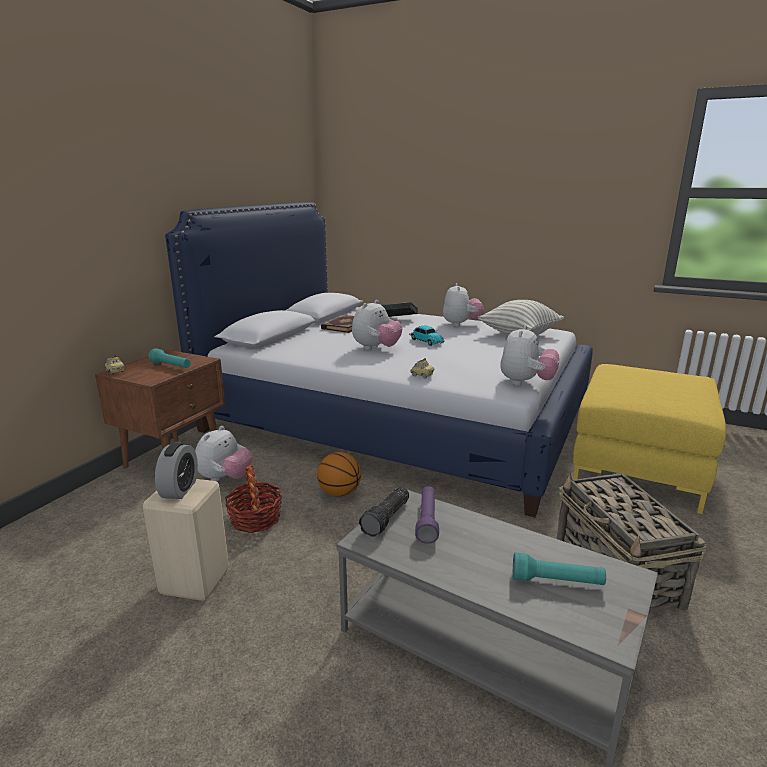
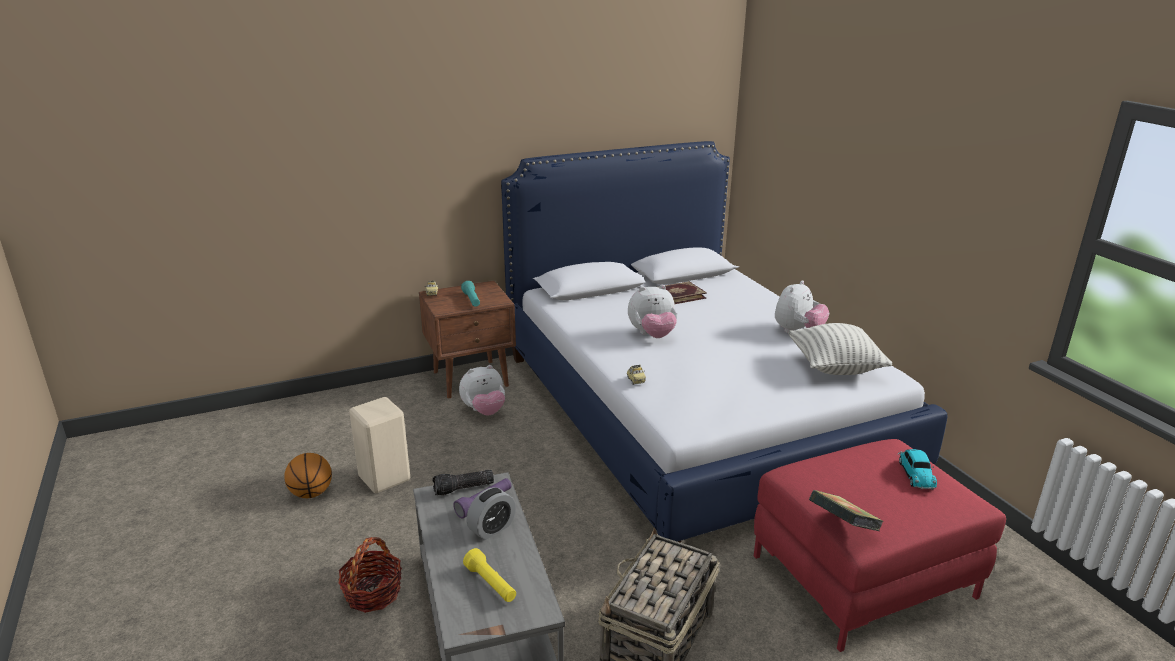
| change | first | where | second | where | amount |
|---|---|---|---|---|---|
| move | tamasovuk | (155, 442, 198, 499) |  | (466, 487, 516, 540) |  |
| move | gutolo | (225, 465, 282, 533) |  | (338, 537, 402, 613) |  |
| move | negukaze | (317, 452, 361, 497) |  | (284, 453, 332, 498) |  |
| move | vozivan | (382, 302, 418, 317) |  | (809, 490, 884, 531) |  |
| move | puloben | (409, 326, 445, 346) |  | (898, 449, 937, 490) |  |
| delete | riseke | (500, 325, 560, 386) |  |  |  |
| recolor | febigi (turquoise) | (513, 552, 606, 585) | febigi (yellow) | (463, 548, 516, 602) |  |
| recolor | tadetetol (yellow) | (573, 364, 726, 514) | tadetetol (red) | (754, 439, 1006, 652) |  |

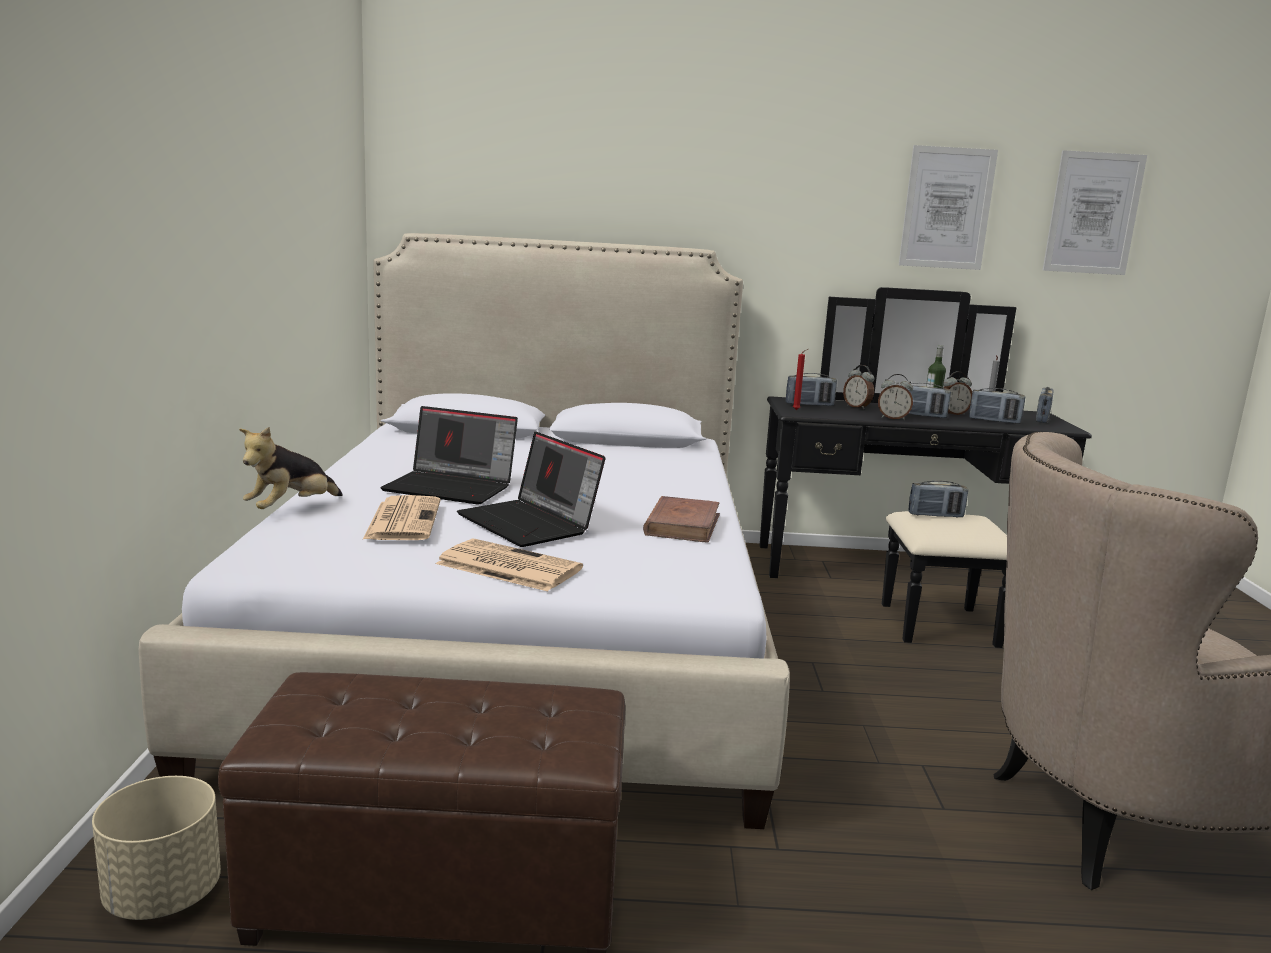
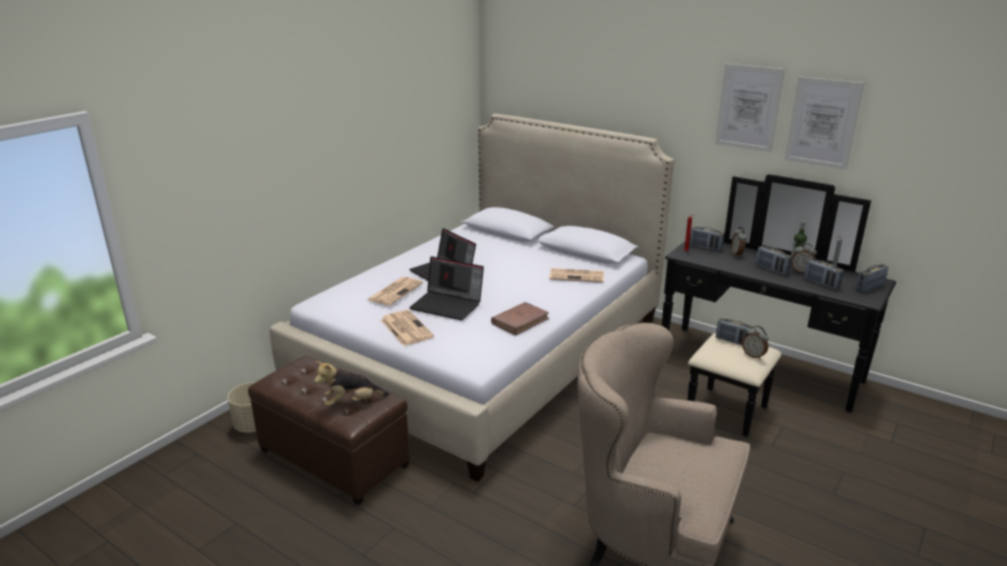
| change | first | where | second | where | amount |
|---|---|---|---|---|---|
| move | riseke | (239, 427, 343, 509) |  | (314, 361, 390, 406) |  |
| rotate | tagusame | (457, 431, 605, 547) |  | (409, 256, 484, 320) | 60 degrees counterclockwise |
| move | tamasovuk | (878, 374, 913, 420) |  | (742, 326, 769, 359) |  |
| move | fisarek | (1043, 150, 1147, 275) |  | (715, 64, 785, 152) |  |
| insert |  |  | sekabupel | (549, 268, 604, 283) |  |

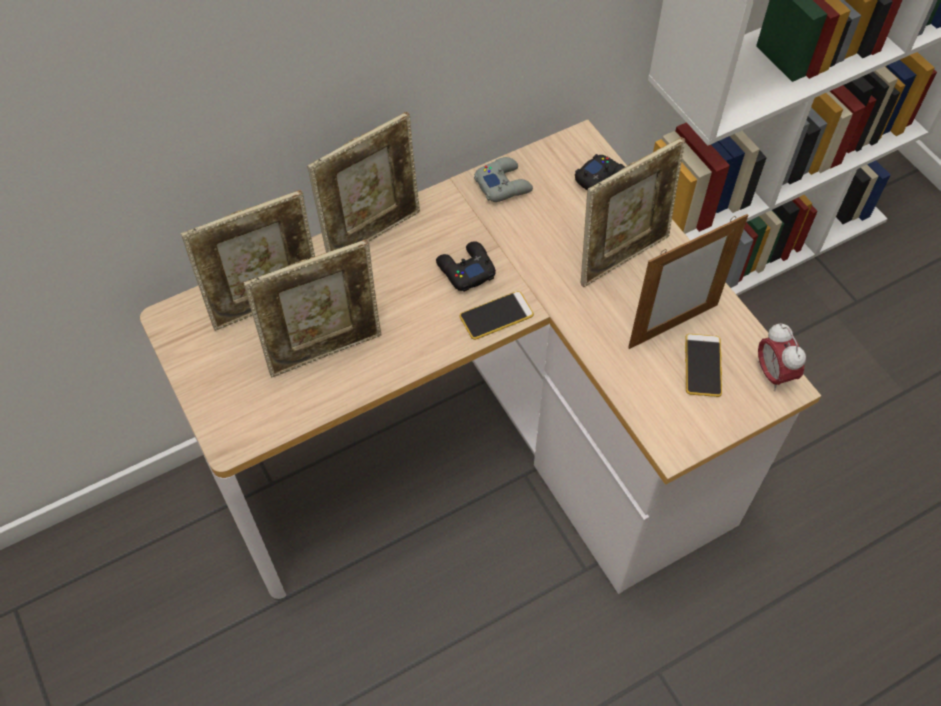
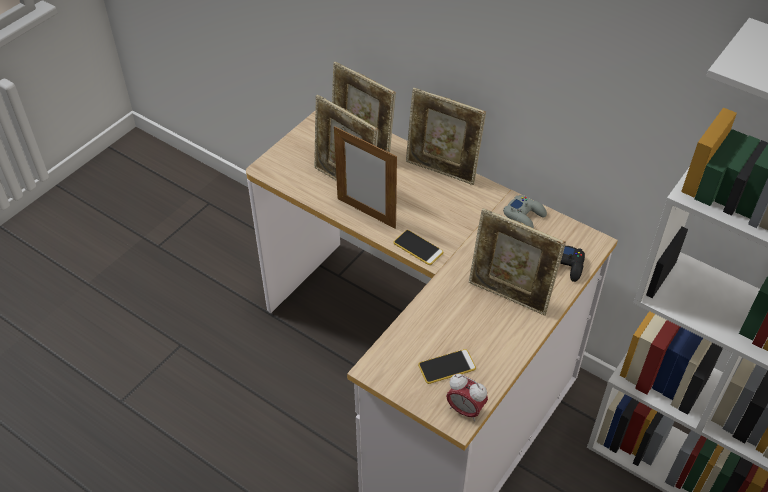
| change | first | where | second | where | amount |
|---|---|---|---|---|---|
| delete | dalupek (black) | (436, 241, 496, 292) |  |  |  |
| move | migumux | (628, 214, 748, 349) |  | (334, 126, 397, 229) |  |
| rotate | tamasovuk | (758, 323, 806, 391) |  | (446, 374, 488, 421) | 105 degrees counterclockwise |

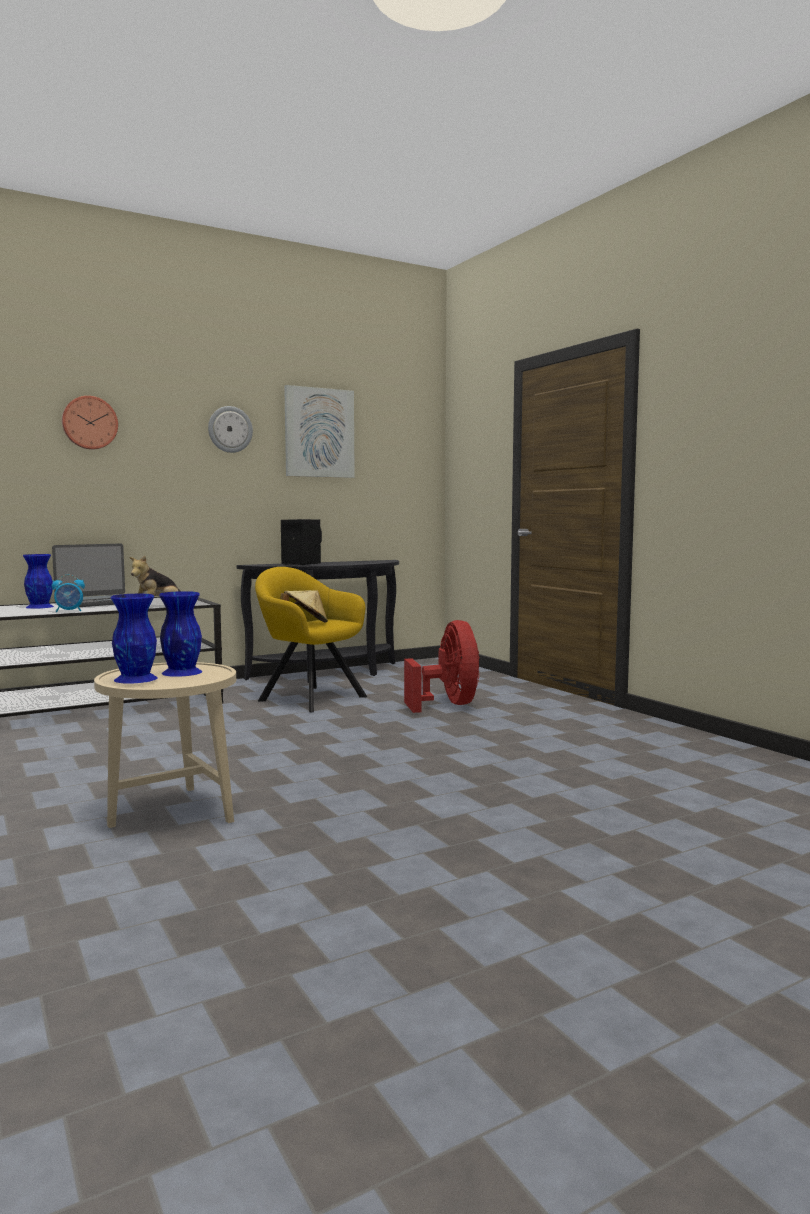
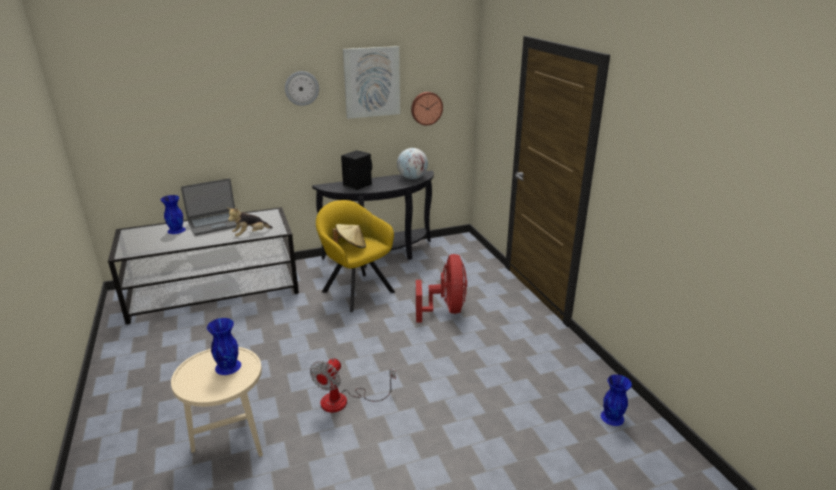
| change | first | where | second | where | amount |
|---|---|---|---|---|---|
| delete | tamasovuk | (52, 575, 85, 612) |  |  |  |
| move | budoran | (62, 396, 118, 450) |  | (411, 92, 443, 125) |  |
| move | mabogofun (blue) | (111, 594, 158, 684) |  | (601, 374, 632, 426) |  |
| insert |  |  | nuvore | (310, 358, 396, 412) |  |
| insert |  |  | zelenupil | (397, 148, 428, 179) |  |

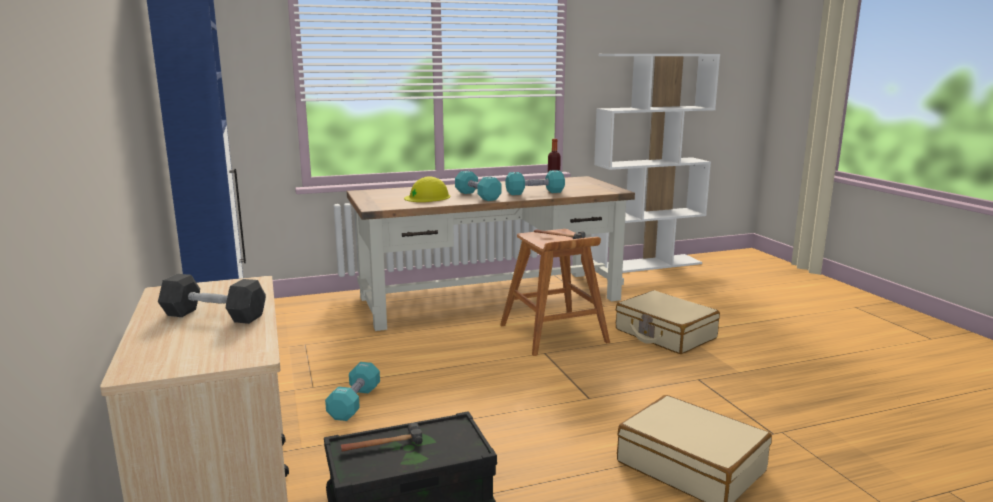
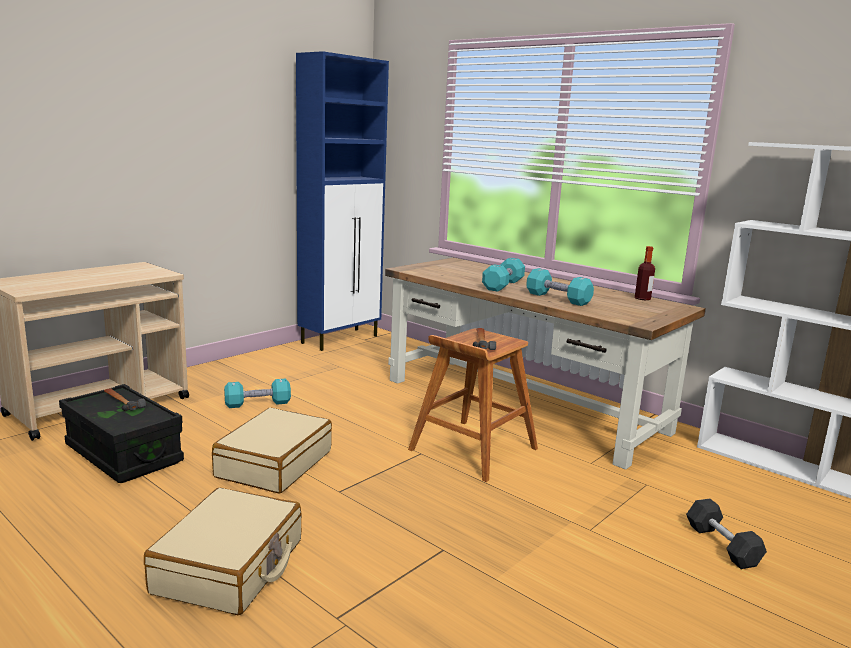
| change | first | where | second | where | amount |
|---|---|---|---|---|---|
| move | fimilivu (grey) | (158, 274, 266, 324) |  | (686, 499, 767, 569) |  |
| delete | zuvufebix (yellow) | (404, 177, 450, 202) |  |  |  |
| move | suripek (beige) | (616, 290, 720, 354) |  | (212, 408, 332, 494) |  |

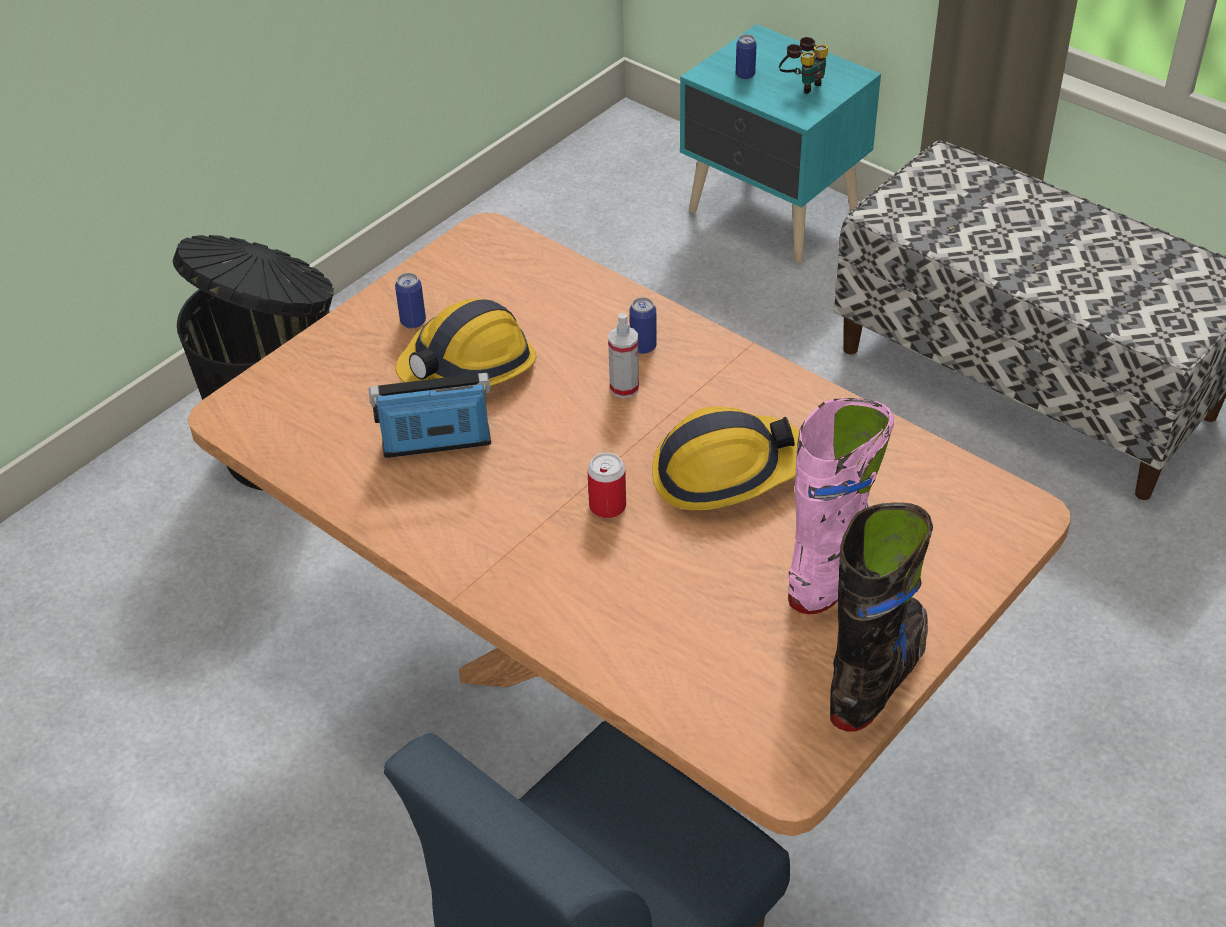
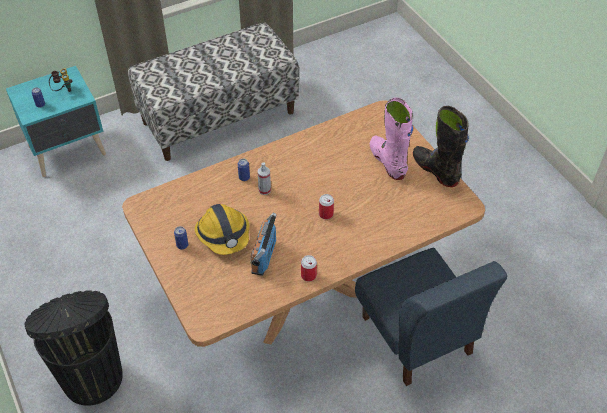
| change | first | where | second | where | amount |
|---|---|---|---|---|---|
| delete | zuvufebix | (652, 407, 799, 510) |  |  |  |
| insert |  |  | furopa | (301, 255, 317, 282) |  |

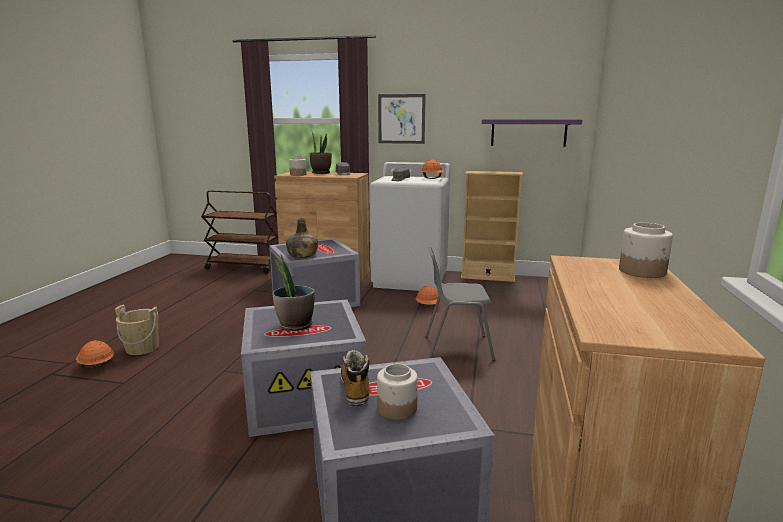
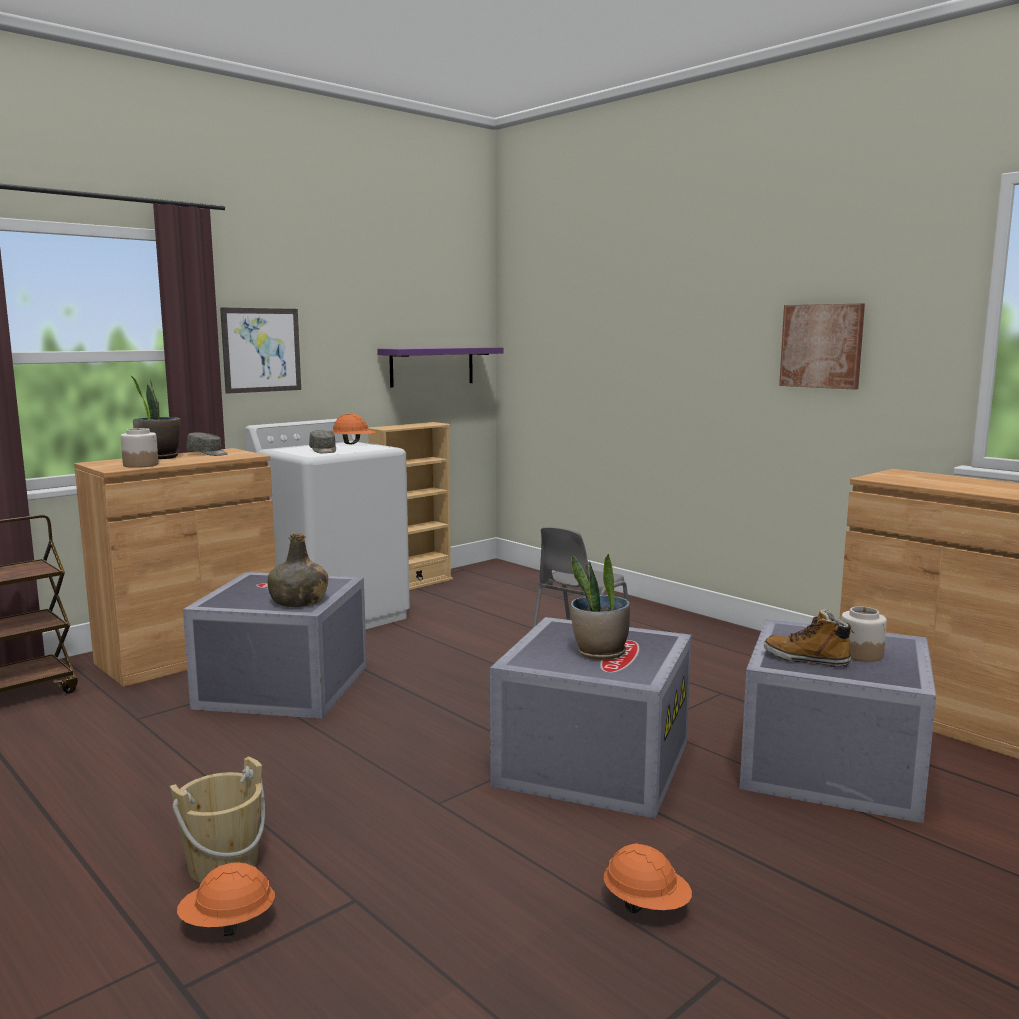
| change | first | where | second | where | amount |
|---|---|---|---|---|---|
| move | zuvufebix (orange) | (416, 286, 441, 306) |  | (604, 843, 692, 913) |  |
| delete | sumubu | (619, 223, 673, 278) |  |  |  |
| insert |  |  | fisarek | (779, 303, 865, 390) |  |

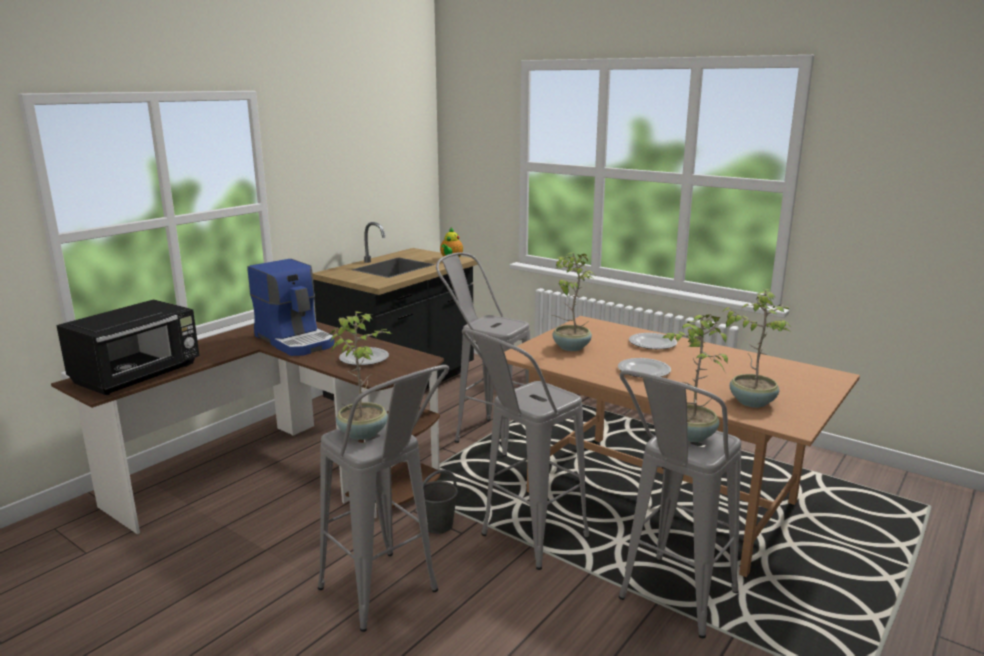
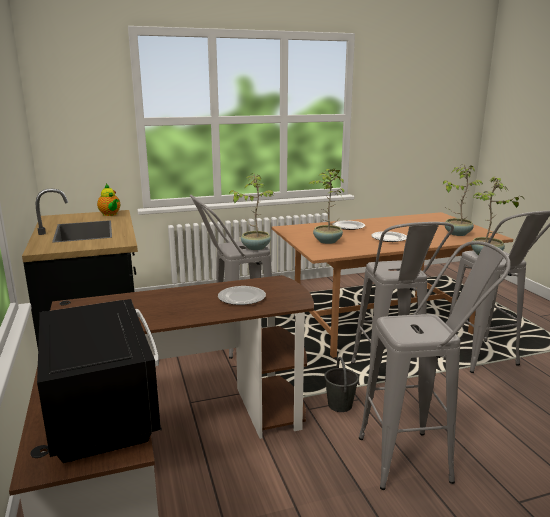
| change | first | where | second | where | amount |
|---|---|---|---|---|---|
| delete | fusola | (247, 259, 334, 356) |  |  |  |
| move | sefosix | (330, 311, 394, 440) |  | (229, 173, 275, 250) |  |

